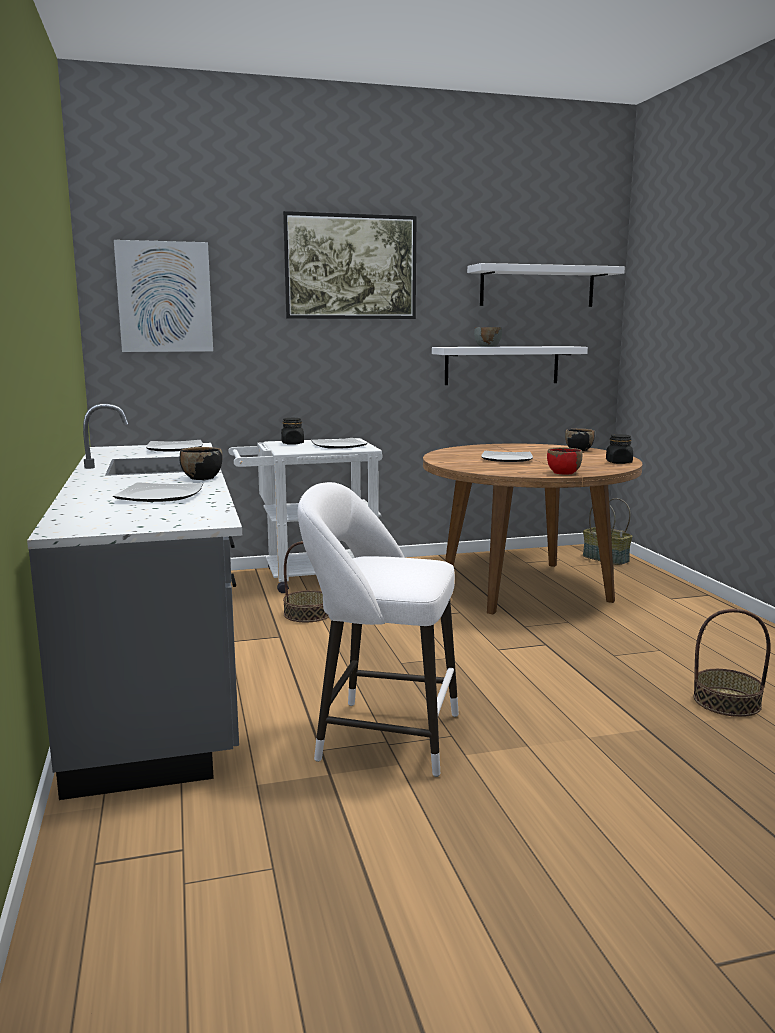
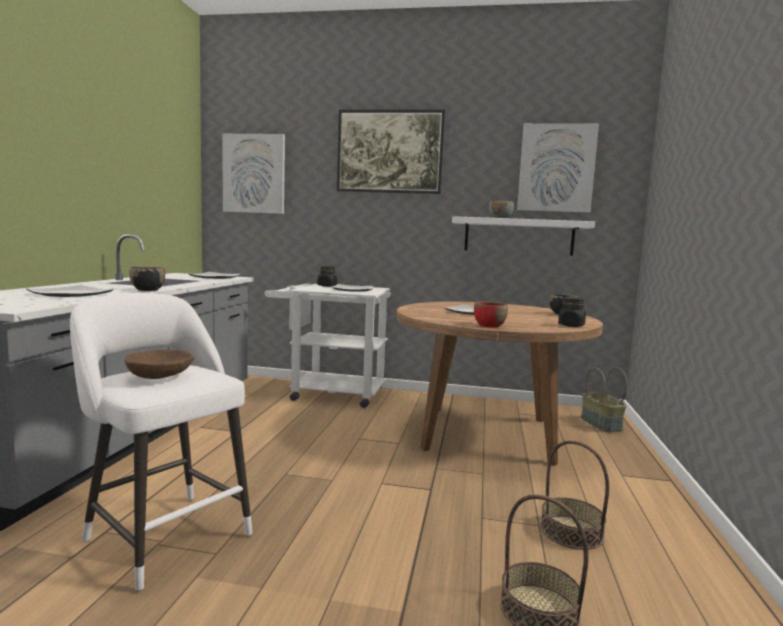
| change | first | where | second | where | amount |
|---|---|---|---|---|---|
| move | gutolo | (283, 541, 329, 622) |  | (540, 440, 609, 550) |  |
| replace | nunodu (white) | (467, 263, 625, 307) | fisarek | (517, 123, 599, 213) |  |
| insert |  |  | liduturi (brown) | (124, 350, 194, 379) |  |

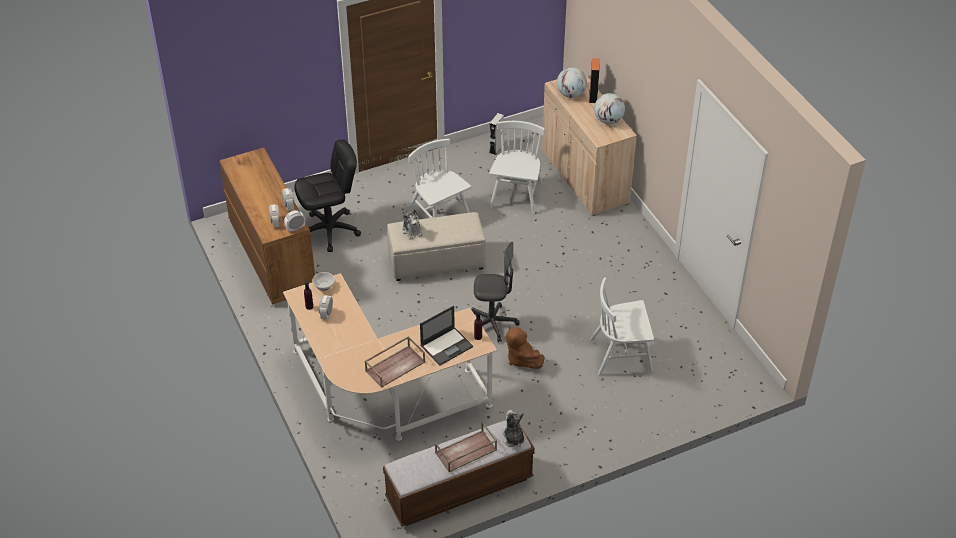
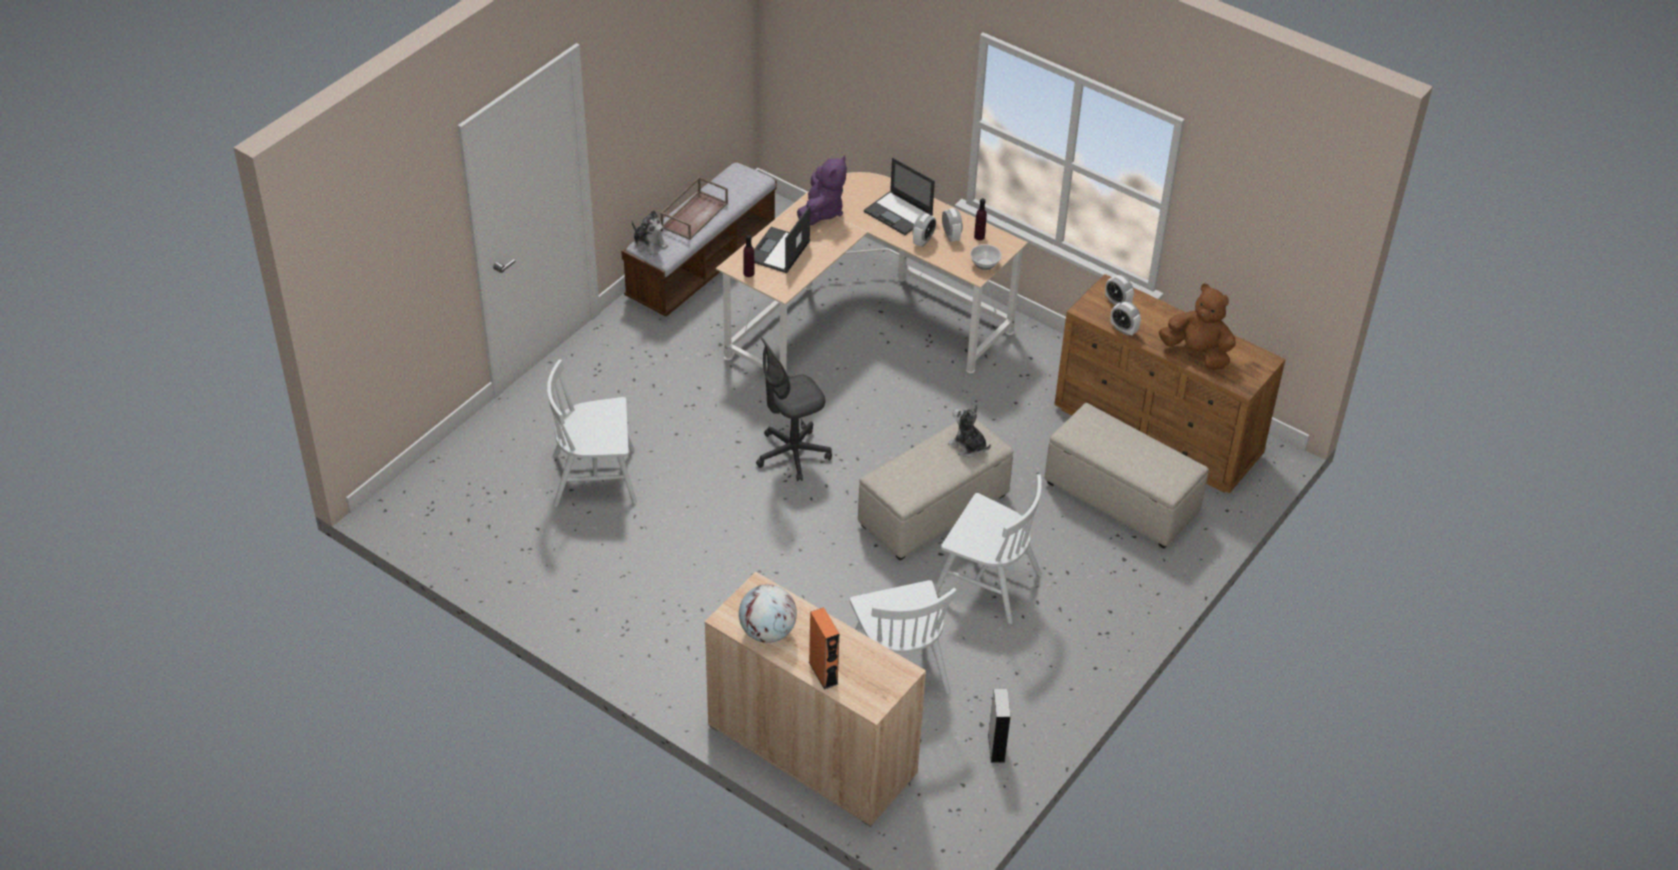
| change | first | where | second | where | amount |
|---|---|---|---|---|---|
| move | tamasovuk | (284, 210, 305, 232) |  | (912, 213, 936, 247) |  |
| replace | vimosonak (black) | (294, 139, 361, 252) | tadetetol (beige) | (1045, 403, 1209, 549) |  |
| replace | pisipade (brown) | (365, 336, 425, 388) | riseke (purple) | (797, 155, 847, 225) |  |
| move | riseke (brown) | (506, 325, 545, 369) |  | (1159, 284, 1236, 370) |  |
| delete | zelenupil | (557, 67, 587, 98) |  |  |  |
| rotate | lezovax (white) | (590, 277, 654, 376) |  | (547, 359, 637, 507) | 150 degrees counterclockwise |
| insert |  |  | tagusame | (864, 158, 935, 235) |  |

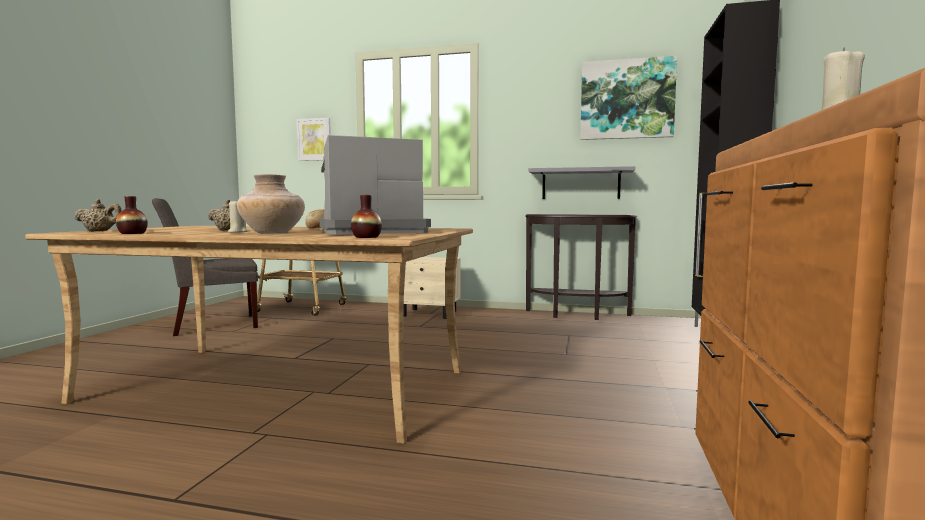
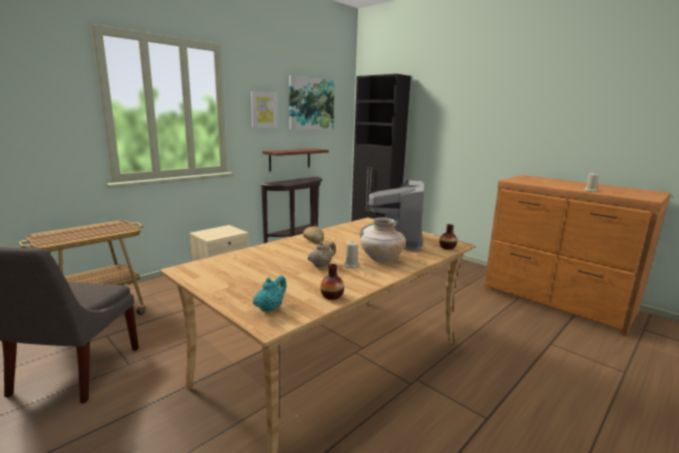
| change | first | where | second | where | amount |
|---|---|---|---|---|---|
| recolor | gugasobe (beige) | (74, 199, 122, 232) | gugasobe (turquoise) | (253, 275, 286, 312) |  |
| move | fisarek | (297, 118, 331, 161) |  | (251, 91, 277, 128) |  |
| recolor | nunodu (grey) | (529, 166, 635, 199) | nunodu (brown) | (263, 148, 329, 171) |  |

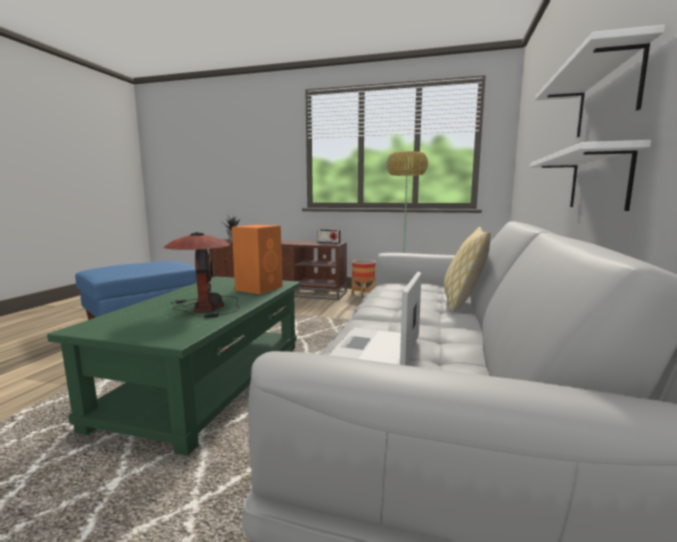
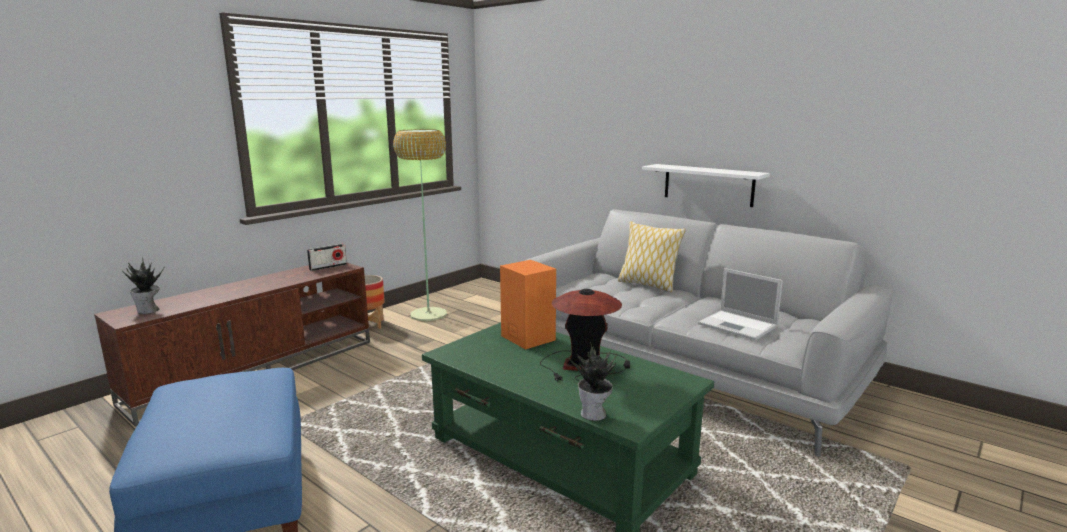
| change | first | where | second | where | amount |
|---|---|---|---|---|---|
| delete | nunodu (white) | (535, 25, 665, 138) |  |  |  |
| insert |  |  | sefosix | (569, 342, 617, 421) |  |

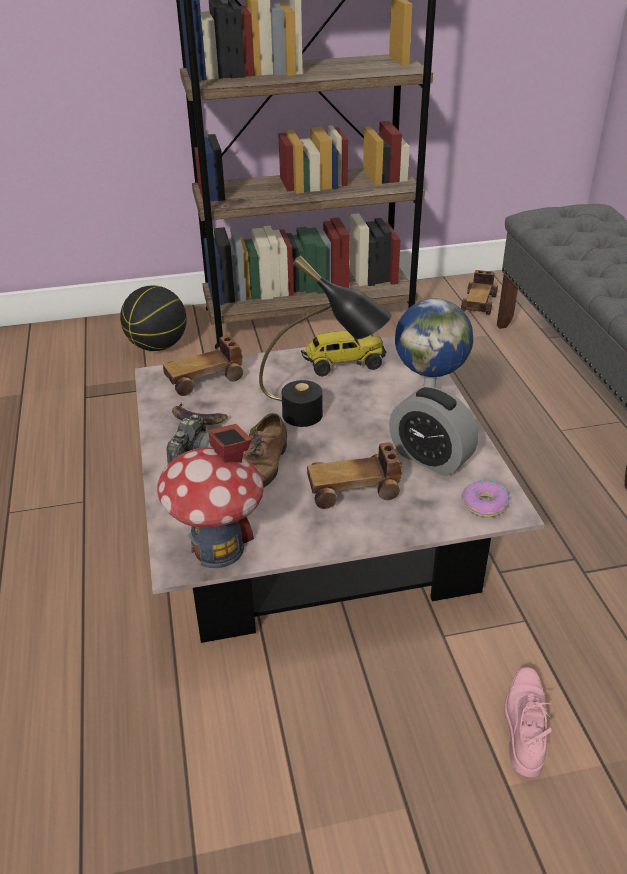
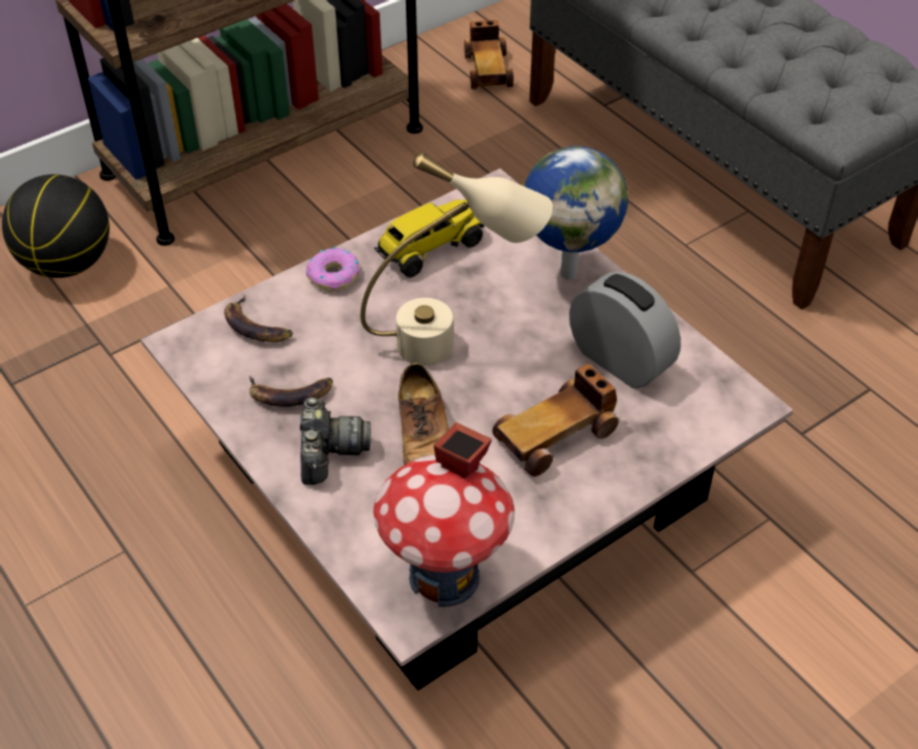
| change | first | where | second | where | amount |
|---|---|---|---|---|---|
| replace | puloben | (163, 335, 243, 396) | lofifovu | (224, 295, 293, 342) |  |
| recolor | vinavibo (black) | (259, 256, 392, 427) | vinavibo (beige) | (361, 152, 553, 366) |  |
| rotate | tamasovuk | (389, 387, 478, 476) |  | (569, 272, 681, 389) | 150 degrees counterclockwise |
| move | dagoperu | (461, 480, 510, 517) |  | (306, 247, 360, 291) |  |
| delete | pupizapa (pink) | (504, 667, 553, 778) |  |  |  |

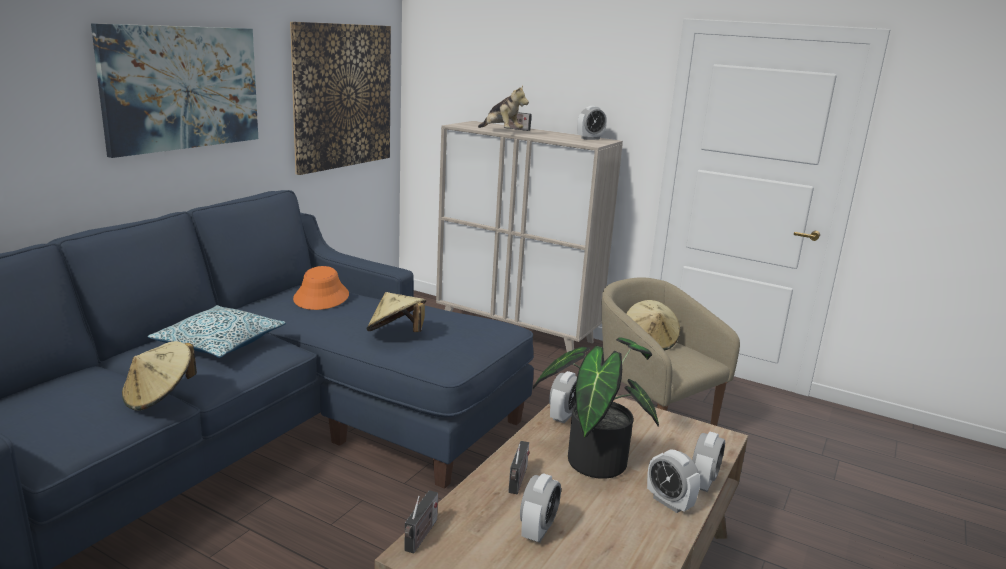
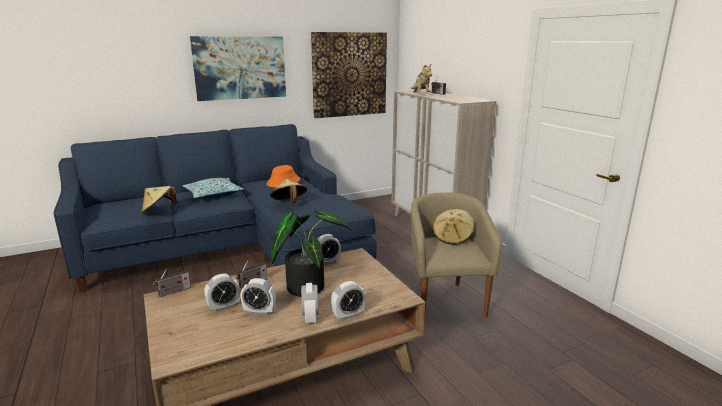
| change | first | where | second | where | amount |
|---|---|---|---|---|---|
| move | tamasovuk | (577, 106, 607, 140) |  | (241, 278, 276, 315) |  |

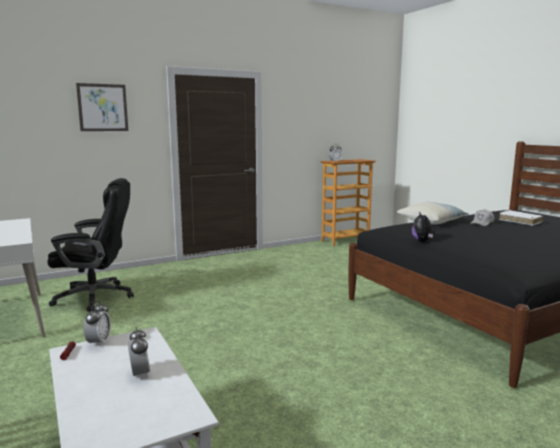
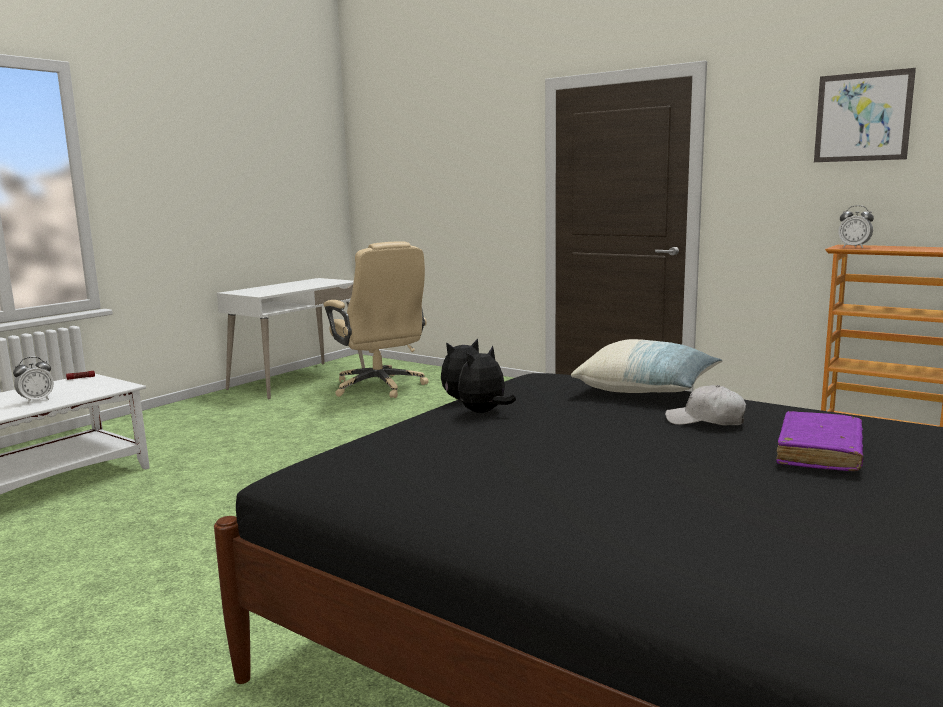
| change | first | where | second | where | amount |
|---|---|---|---|---|---|
| recolor | vimosonak (black) | (47, 178, 134, 312) | vimosonak (beige) | (323, 241, 429, 398) |  |
| move | fisarek | (76, 83, 128, 131) |  | (814, 68, 916, 162) |  |
| delete | tamasovuk | (84, 301, 111, 347) |  |  |  |
| recolor | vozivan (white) | (499, 210, 543, 226) | vozivan (purple) | (776, 411, 863, 471) |  |
| insert |  |  | riseke | (458, 346, 516, 413) |  |

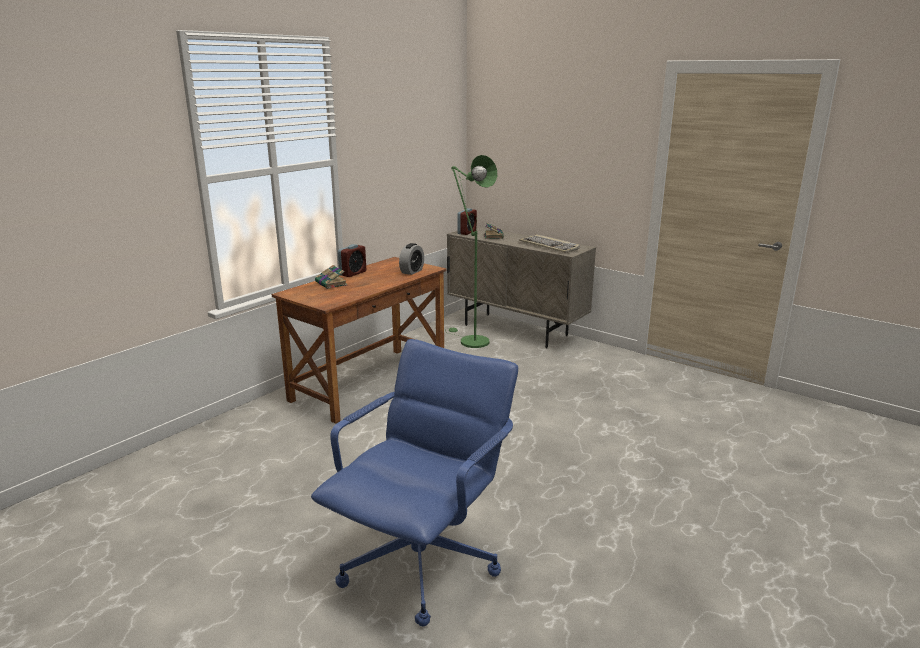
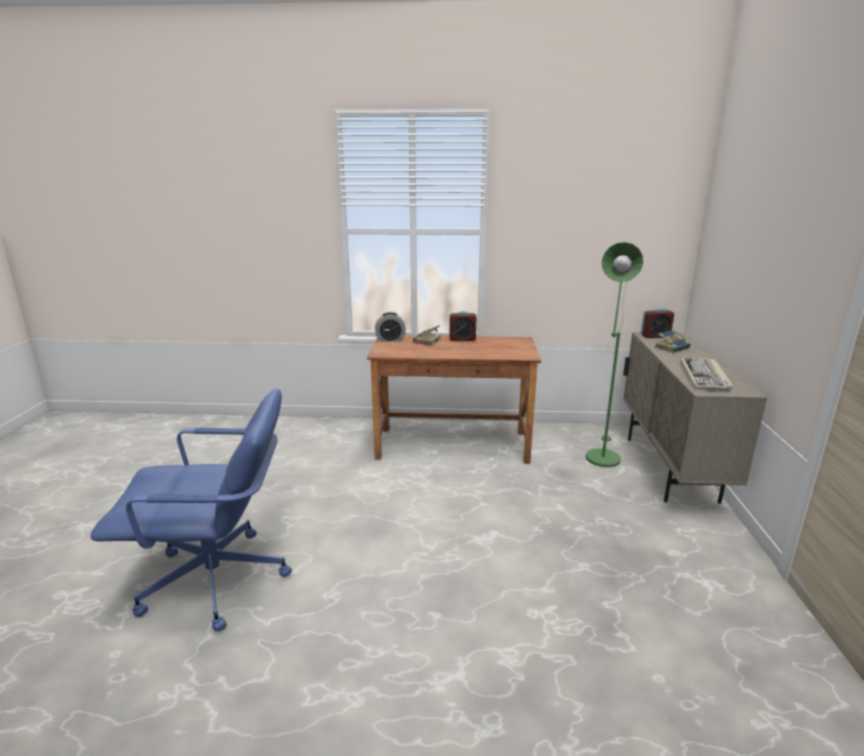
| change | first | where | second | where | amount |
|---|---|---|---|---|---|
| move | tamasovuk | (399, 243, 424, 275) |  | (375, 312, 406, 342) |  |

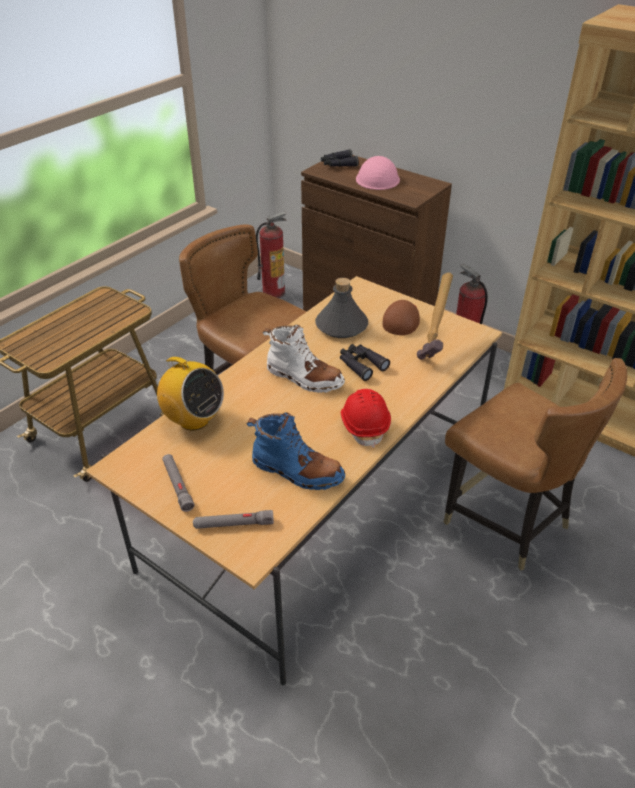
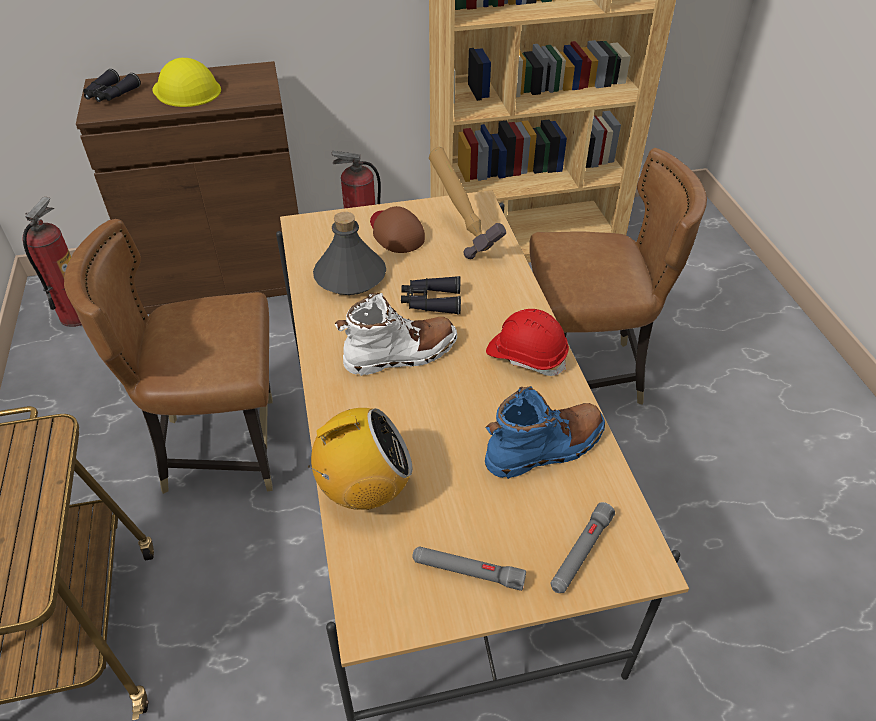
| change | first | where | second | where | amount |
|---|---|---|---|---|---|
| recolor | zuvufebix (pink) | (356, 156, 400, 190) | zuvufebix (yellow) | (152, 58, 221, 107) |  |

